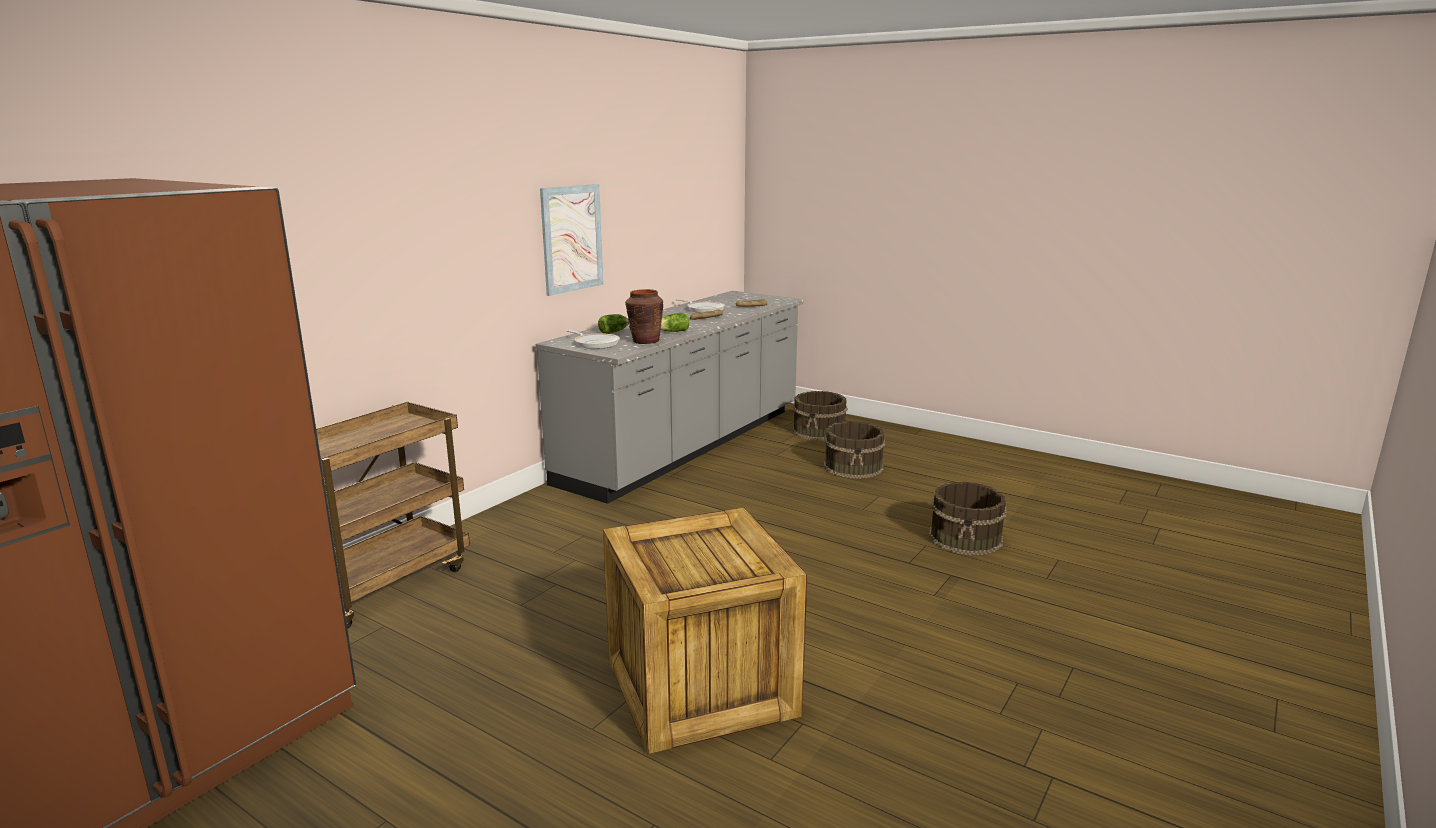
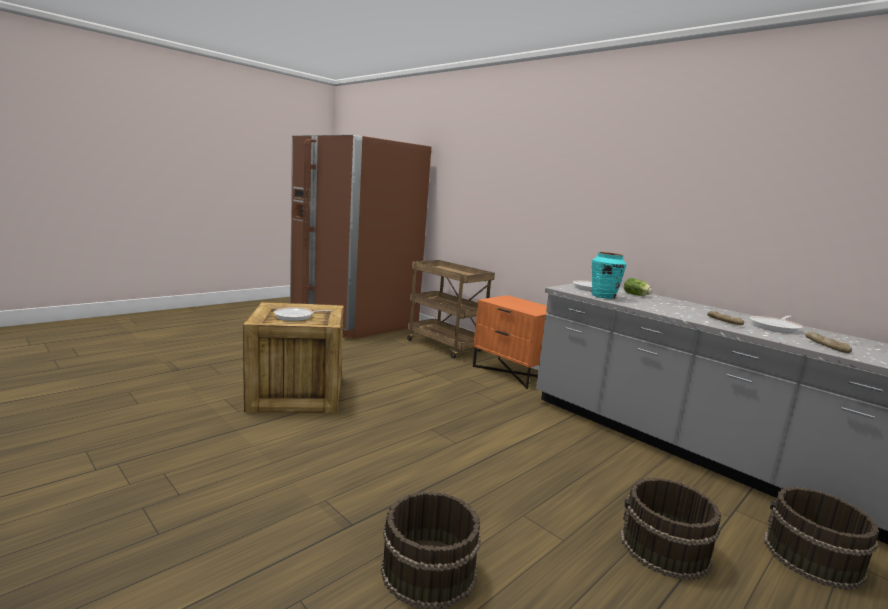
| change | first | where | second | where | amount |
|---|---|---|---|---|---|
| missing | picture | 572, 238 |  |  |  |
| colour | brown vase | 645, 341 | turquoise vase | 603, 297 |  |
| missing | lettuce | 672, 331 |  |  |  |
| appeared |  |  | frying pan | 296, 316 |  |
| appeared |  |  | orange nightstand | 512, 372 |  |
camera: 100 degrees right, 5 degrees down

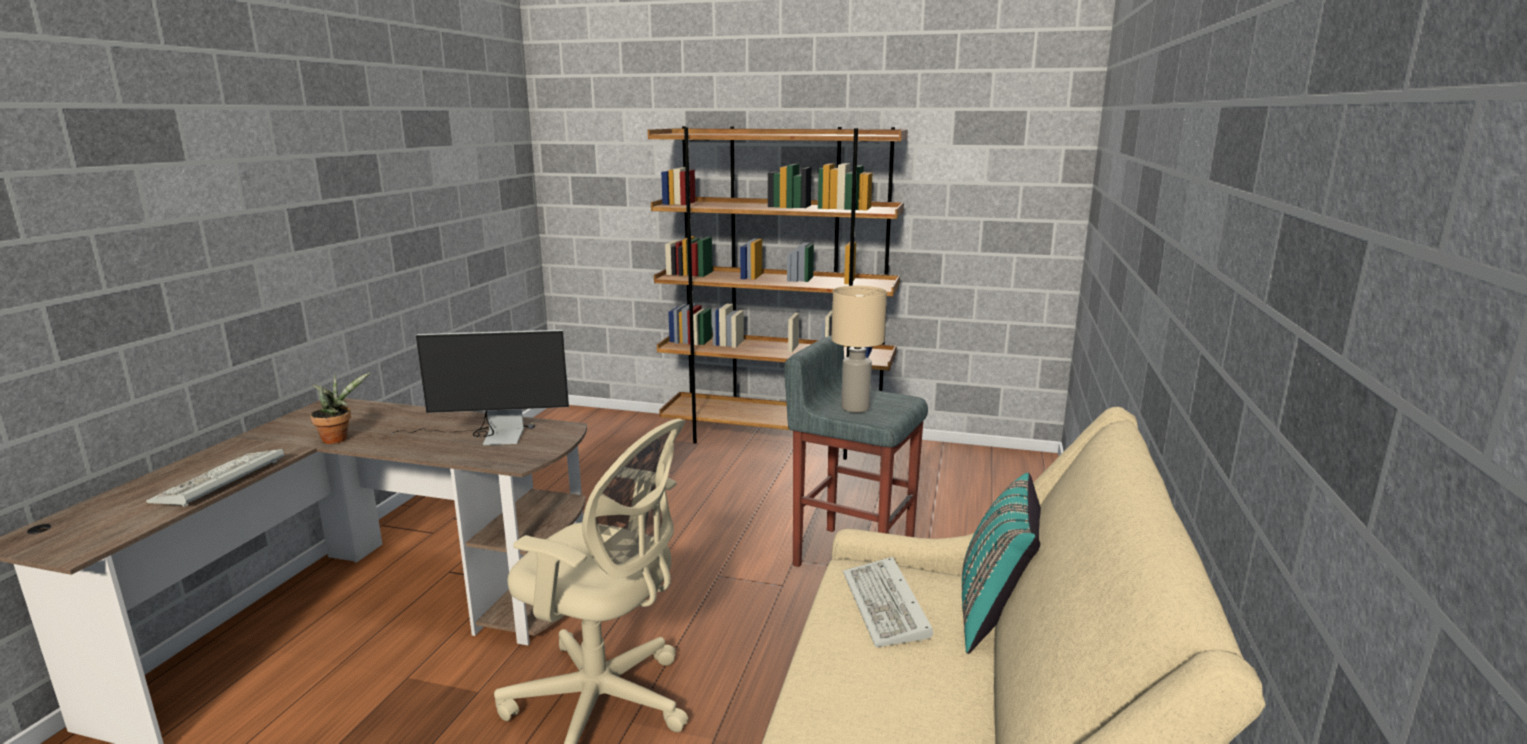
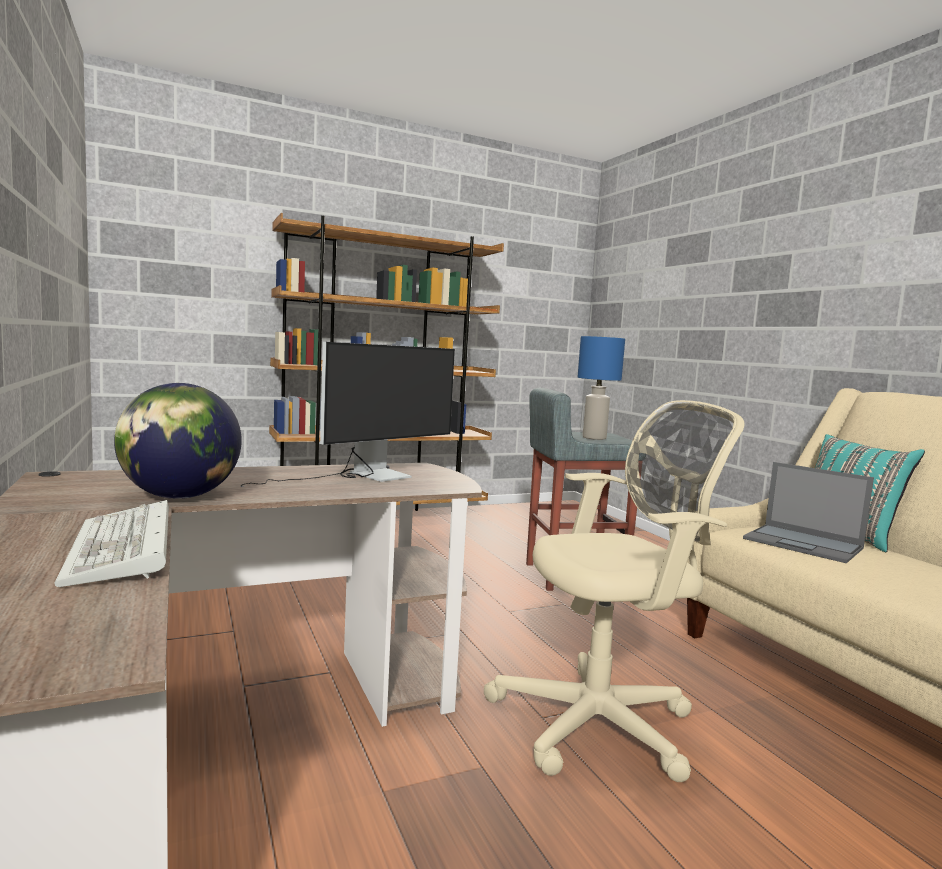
| change | first | where | second | where | amount |
|---|---|---|---|---|---|
| exchanged | potted plant | 338, 438 | globe | 179, 497 |  |
| colour | beige table lamp | 854, 408 | blue table lamp | 593, 438 |  |
| exchanged | keyboard | 887, 608 | laptop | 804, 544 |  |
camera: 40 degrees left, 10 degrees down

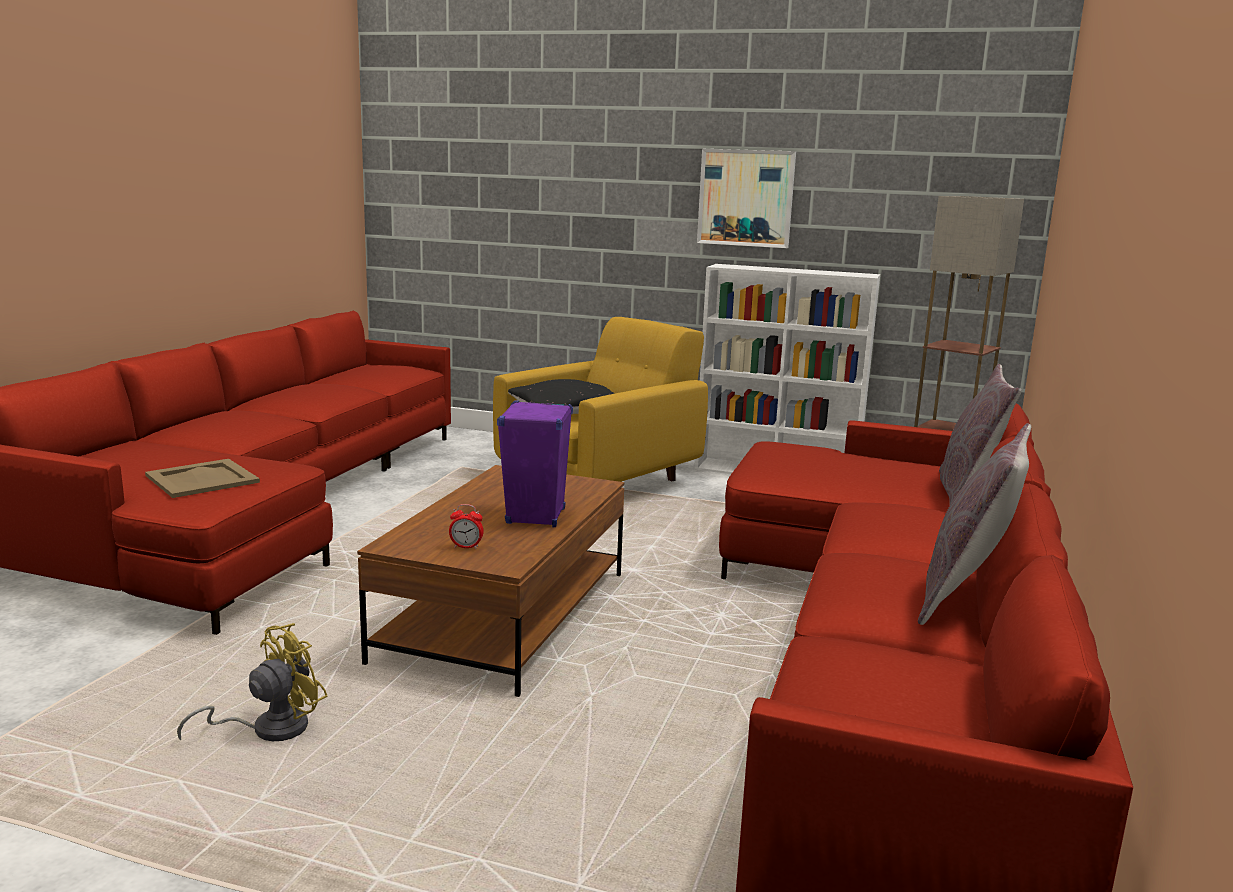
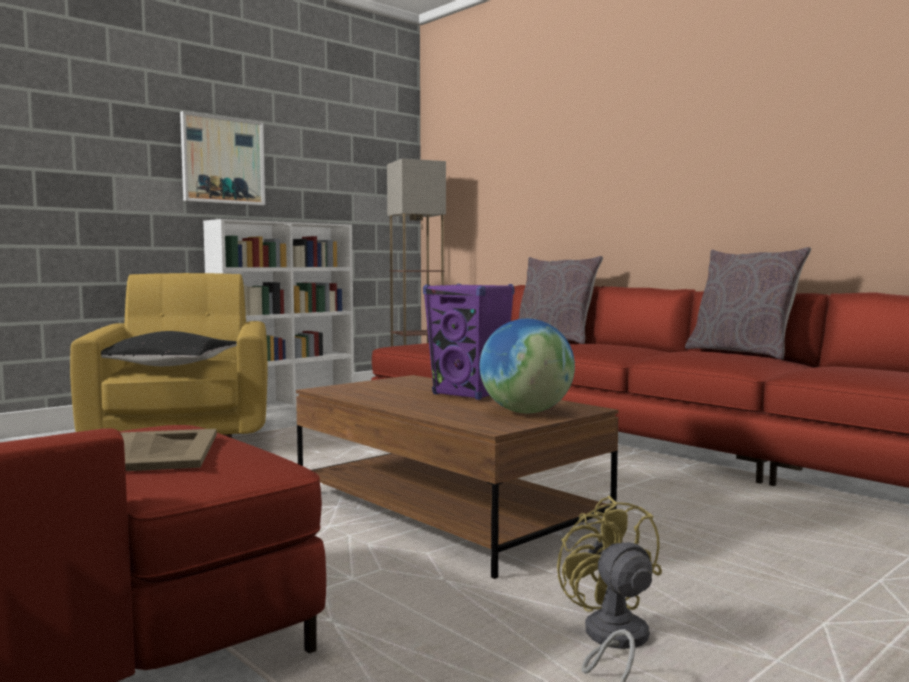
| change | first | where | second | where | amount |
|---|---|---|---|---|---|
| exchanged | alarm clock | 466, 547 | globe | 526, 412 |  |
camera: 60 degrees left, 10 degrees down

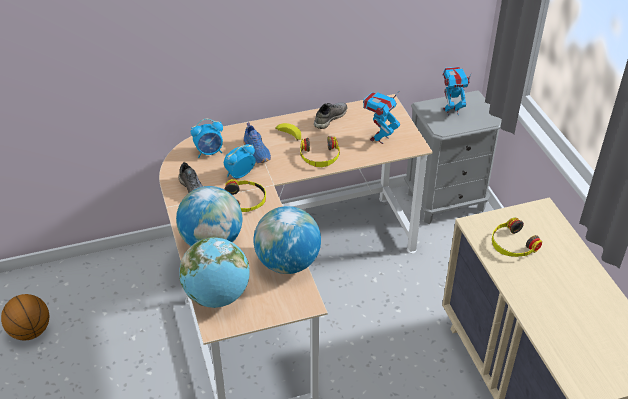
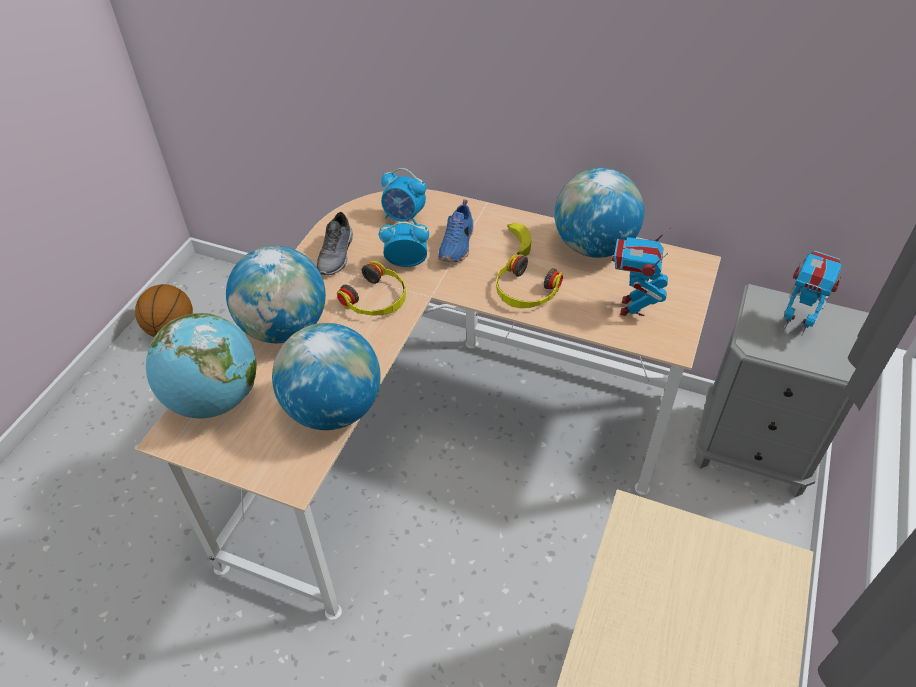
| change | first | where | second | where | amount |
|---|---|---|---|---|---|
| exchanged | grey shoe | 329, 118 | globe | 593, 247 |  |
| spun | toy robot | 379, 138 |  | 632, 307 | 60 degrees counterclockwise |
| missing | headphones | 512, 245 |  |  |  |
camera: 40 degrees right, 5 degrees up

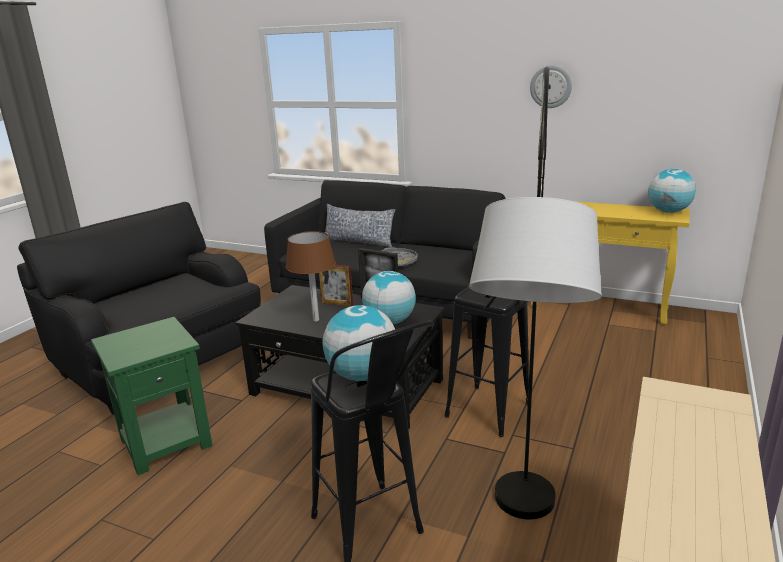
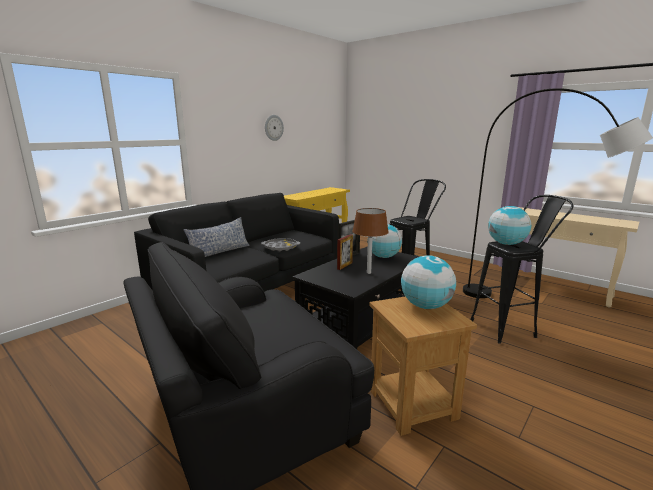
| change | first | where | second | where | amount |
|---|---|---|---|---|---|
| colour | green side table | 167, 441 | brown side table | 412, 403 |  |
| relocated | globe | 668, 211 |  | 425, 306 |  |
camera: 75 degrees left, 5 degrees down

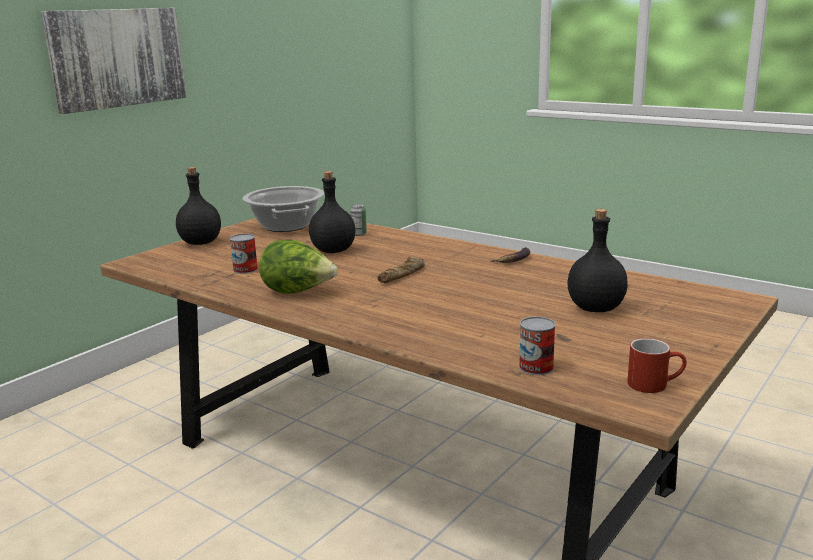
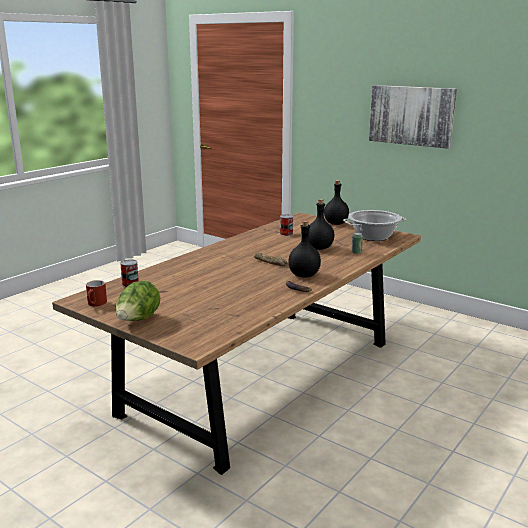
| change | first | where | second | where | amount |
|---|---|---|---|---|---|
| relocated | lettuce | 298, 292 |  | 138, 321 |  |
| relocated | black bottle | 594, 308 |  | 304, 275 |  |
camera: 90 degrees right, 0 degrees up

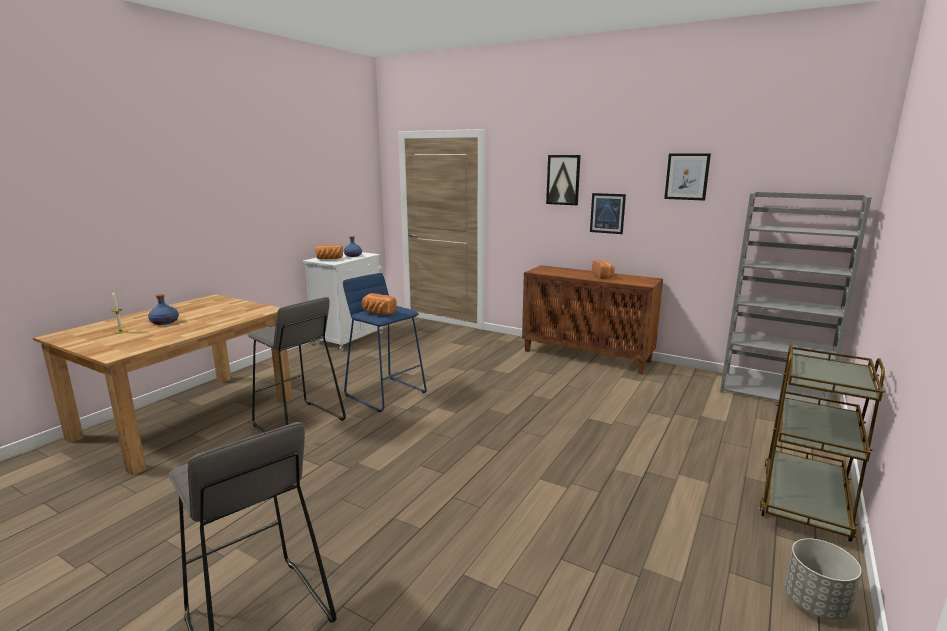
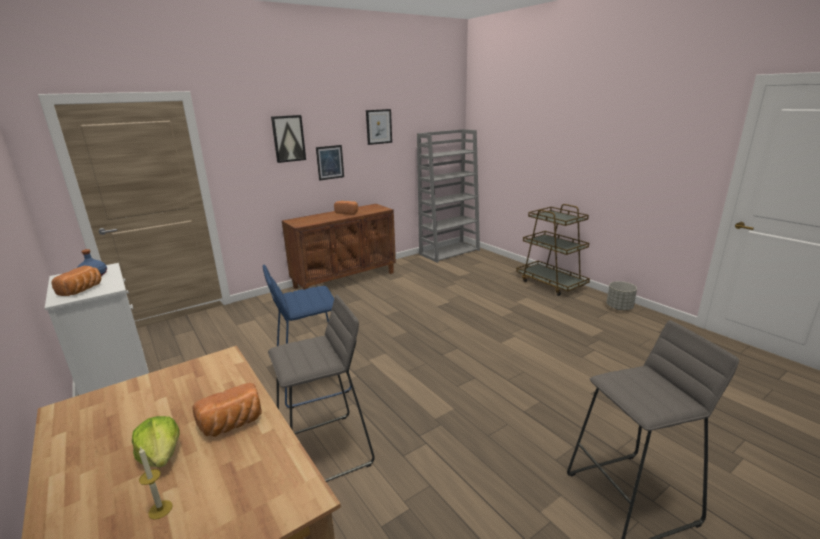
| change | first | where | second | where | amount |
|---|---|---|---|---|---|
| exchanged | blue bottle | 165, 322 | lettuce | 161, 455 |  |
| relocated | bread | 377, 313 |  | 232, 424 |  |
camera: 65 degrees left, 5 degrees up

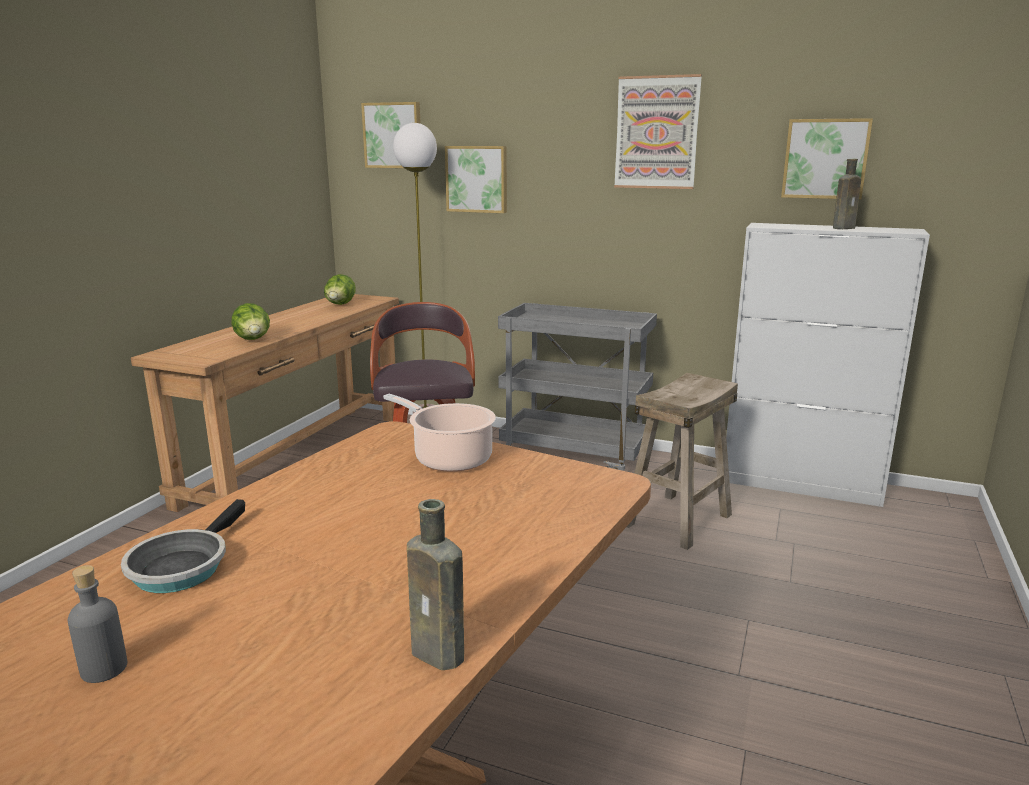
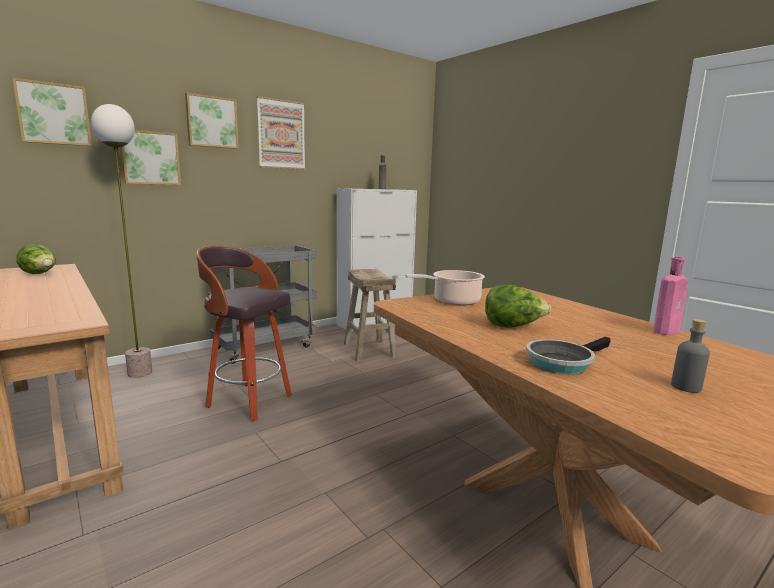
| change | first | where | second | where | amount |
|---|---|---|---|---|---|
| spun | frying pan | 182, 566 |  | 562, 362 | 105 degrees clockwise |
| relocated | lettuce | 253, 340 |  | 513, 326 |  |
| colour | brown bottle | 441, 655 | pink bottle | 667, 331 |  |
| relocated | picture | 825, 159 |  | 211, 122 |  |
camera: 60 degrees left, 5 degrees down

